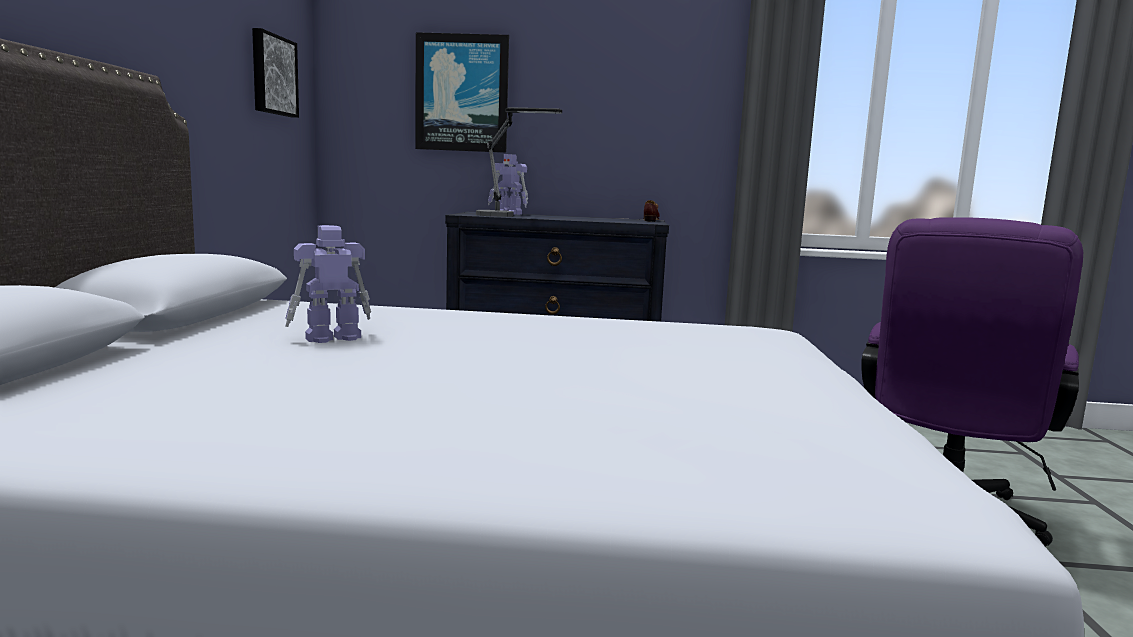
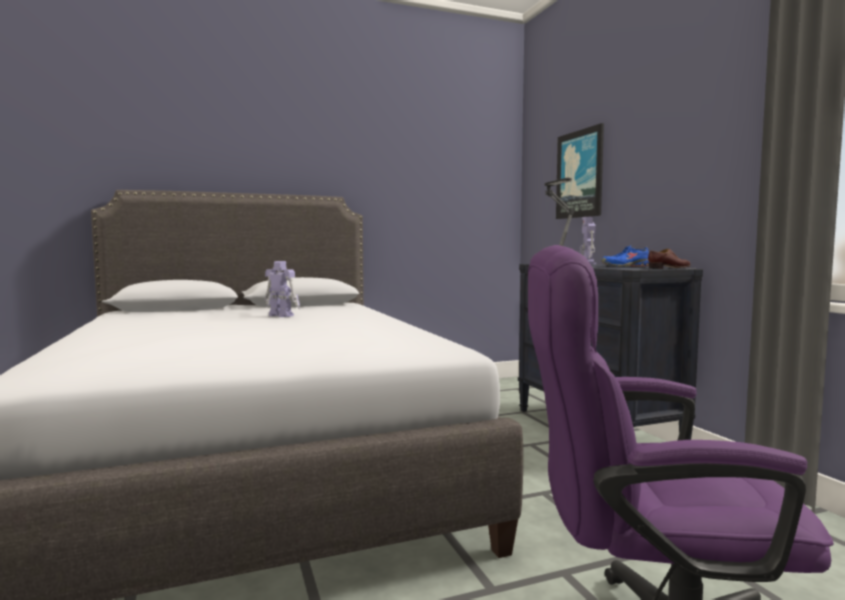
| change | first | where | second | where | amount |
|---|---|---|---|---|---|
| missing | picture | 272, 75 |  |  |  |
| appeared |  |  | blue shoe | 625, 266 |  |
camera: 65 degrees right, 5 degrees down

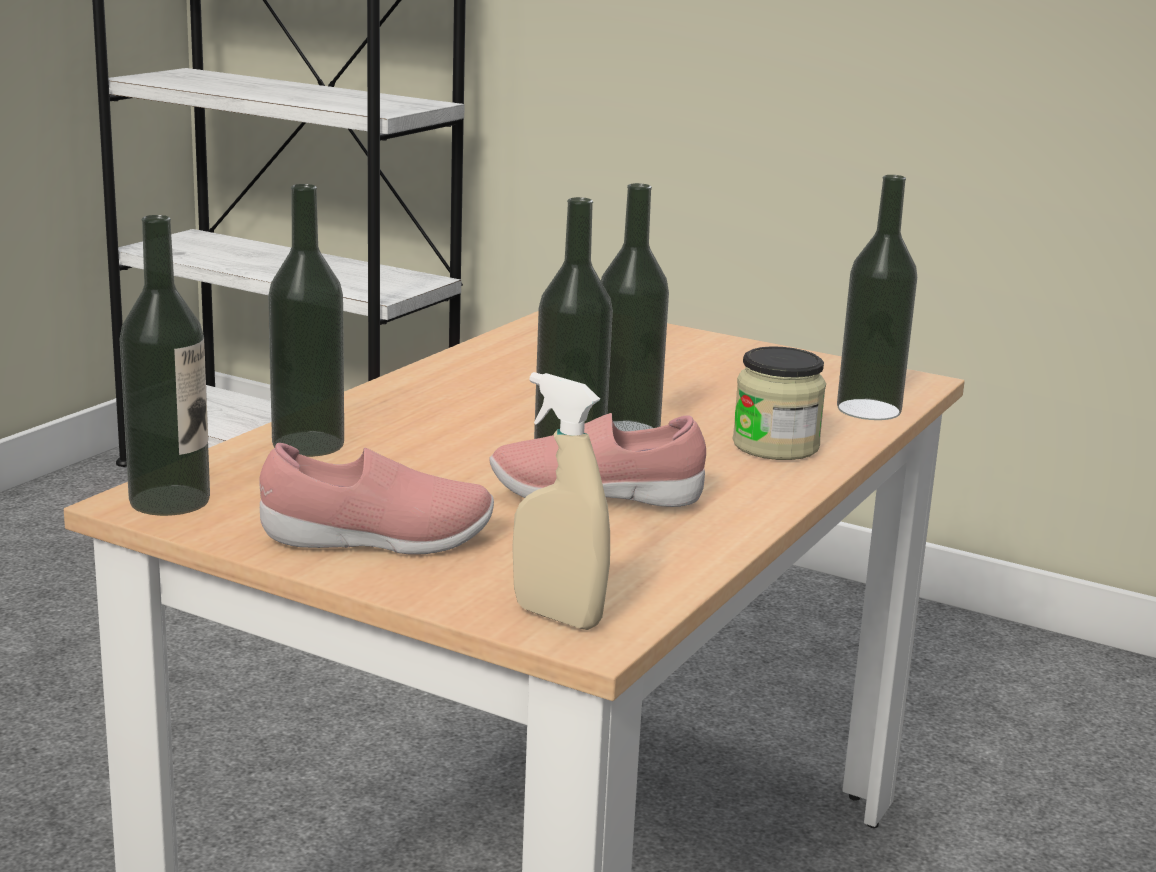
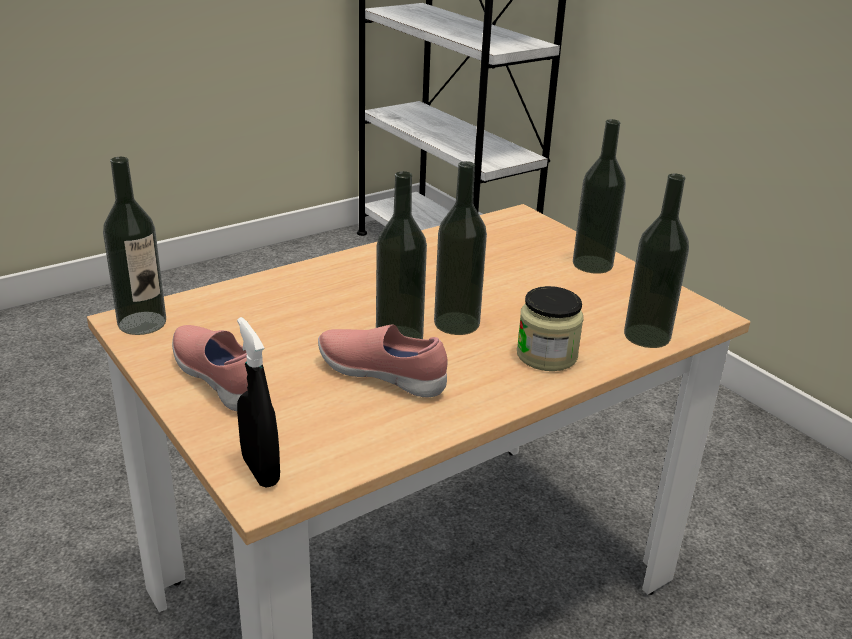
| change | first | where | second | where | amount |
|---|---|---|---|---|---|
| spun | pink shoe | 377, 541 |  | 220, 380 | 150 degrees counterclockwise |
| relocated | bottle | 308, 444 |  | 592, 264 |  |
| colour | beige spray bottle | 557, 616 | black spray bottle | 260, 470 |  |
camera: 25 degrees right, 10 degrees up

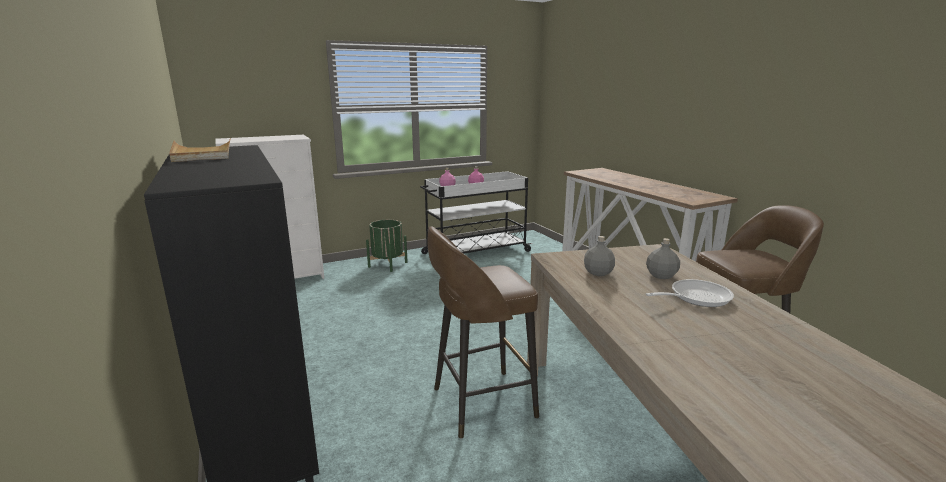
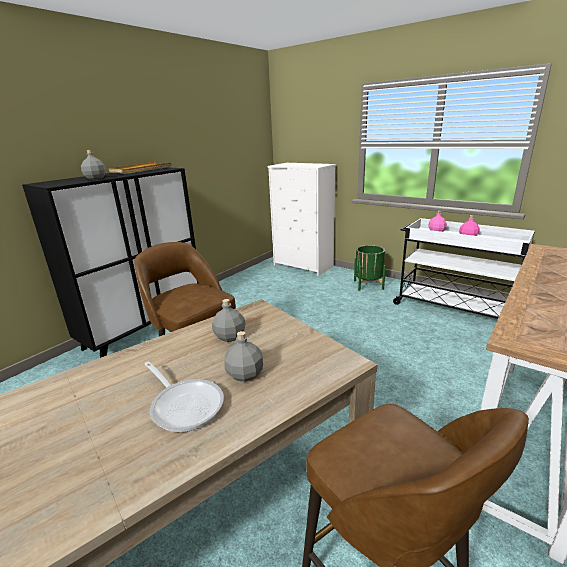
| change | first | where | second | where | amount |
|---|---|---|---|---|---|
| appeared |  |  | grey bottle | 96, 178 |  |
camera: 65 degrees right, 5 degrees up

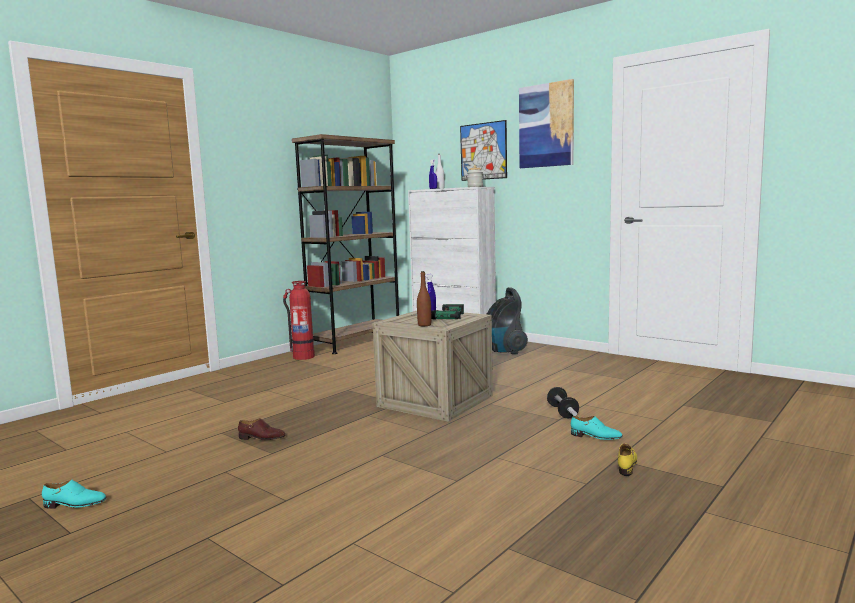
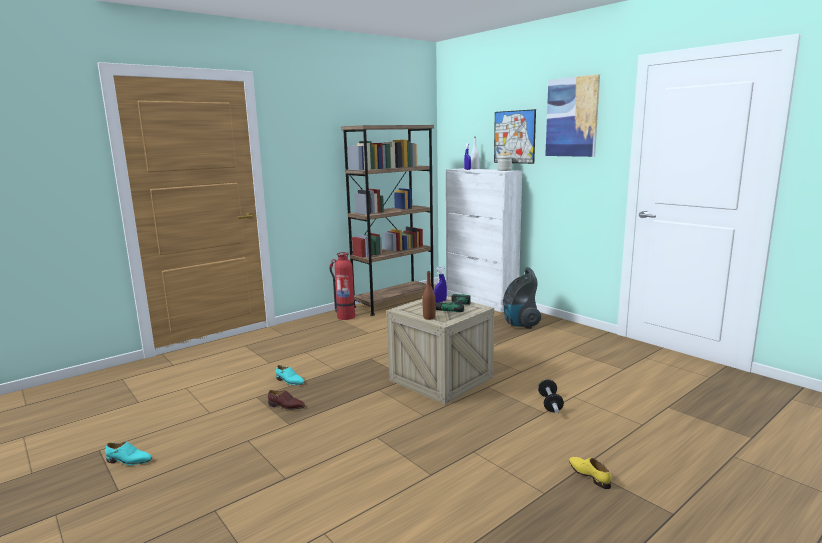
| change | first | where | second | where | amount |
|---|---|---|---|---|---|
| relocated | turquoise shoe | 596, 436 |  | 290, 381 |  |
| spun | yellow shoe | 627, 464 |  | 589, 475 | 60 degrees counterclockwise |
camera: 10 degrees right, 5 degrees up

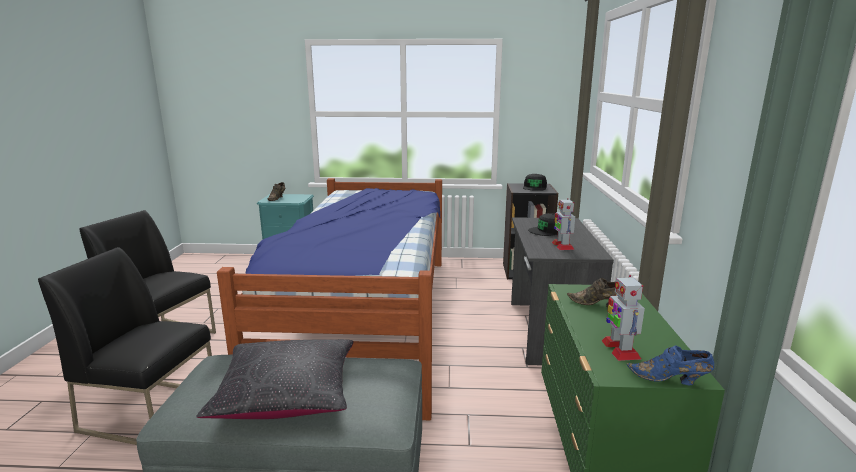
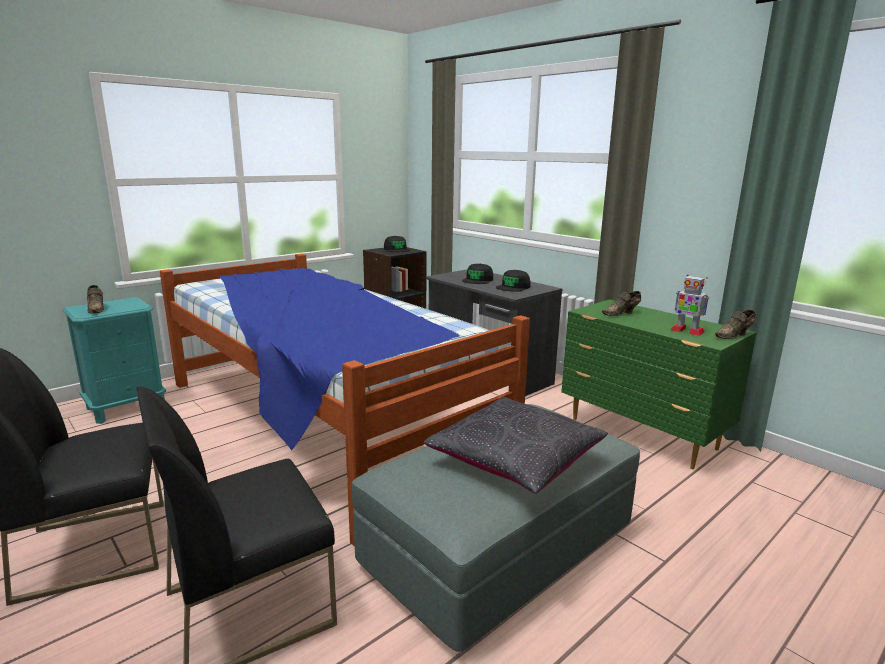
| change | first | where | second | where | amount |
|---|---|---|---|---|---|
| exchanged | toy robot | 562, 246 | black cap | 513, 287 |  |
| colour | blue shoe | 670, 380 | brown shoe | 734, 336 |  |
camera: 45 degrees left, 0 degrees up

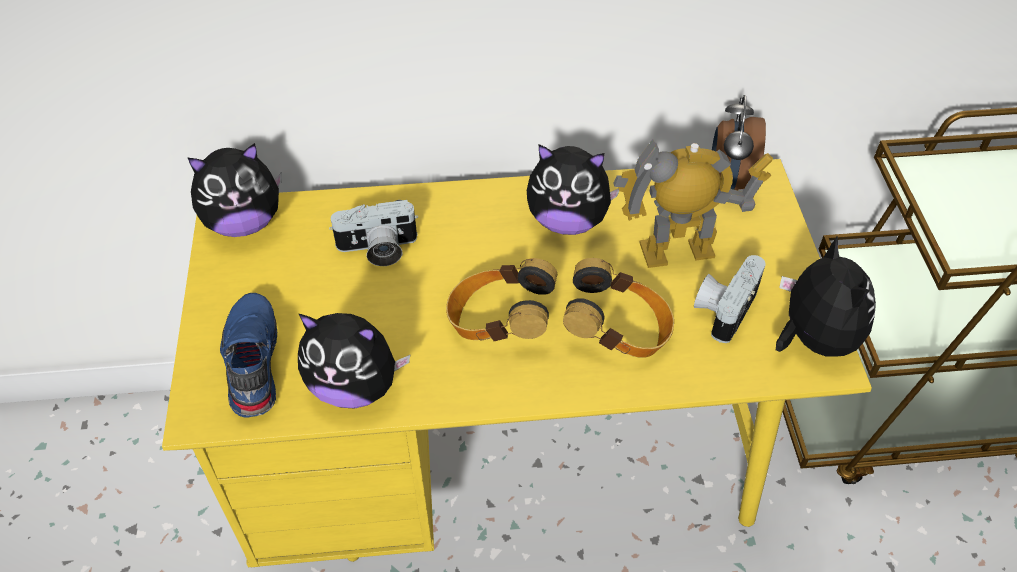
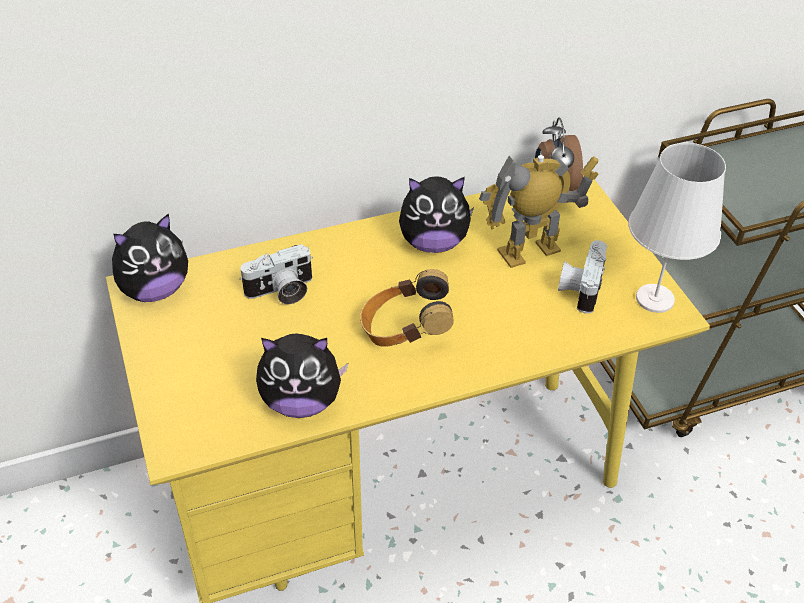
| change | first | where | second | where | amount |
|---|---|---|---|---|---|
| missing | blue shoe | 250, 361 |  |  |  |
| missing | headphones | 618, 332 |  |  |  |
| exchanged | plush toy | 812, 339 | white table lamp | 655, 298 |  |
camera: 15 degrees left, 5 degrees down

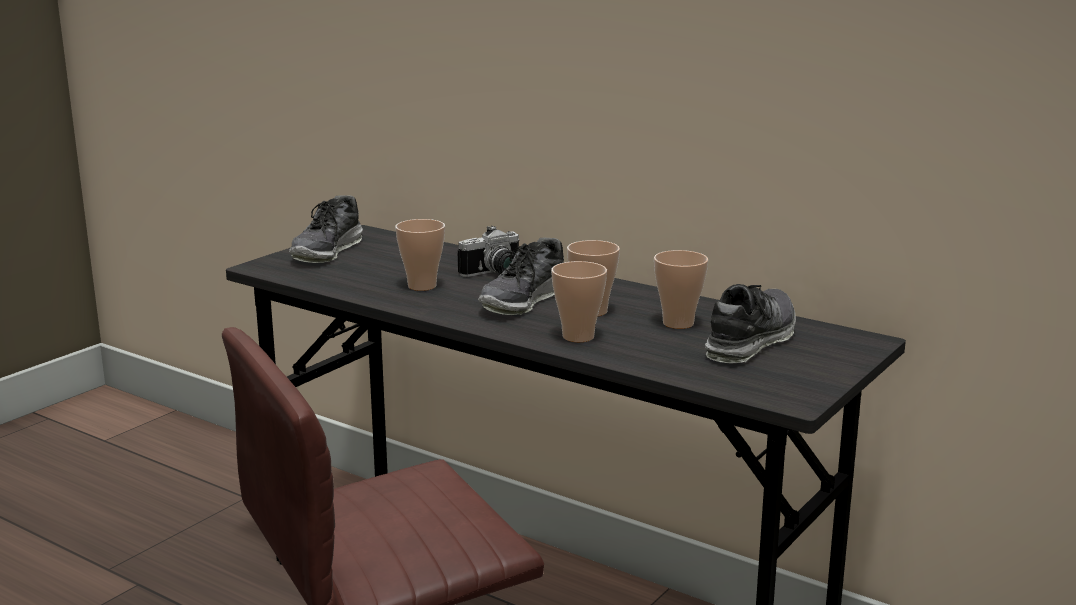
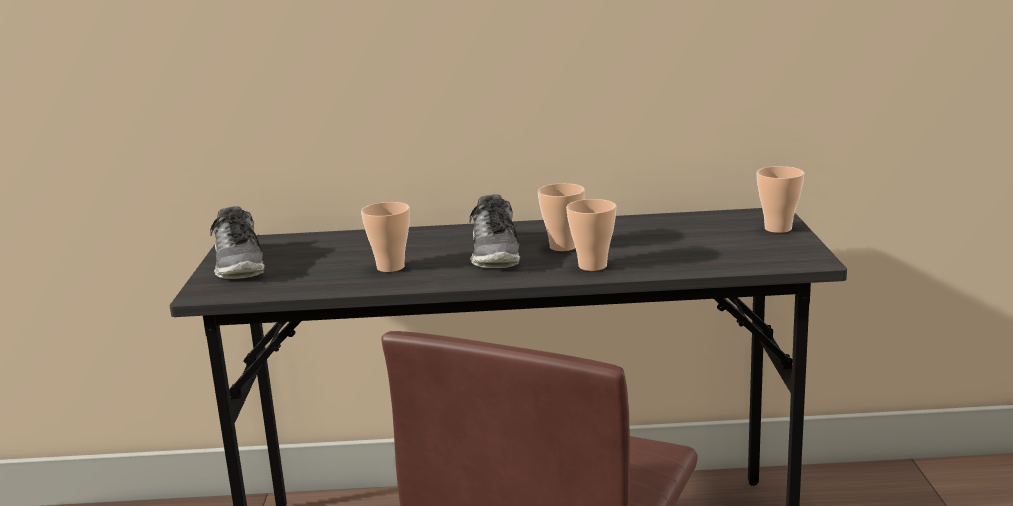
| change | first | where | second | where | amount |
|---|---|---|---|---|---|
| missing | photo camera | 495, 274 |  |  |  |
| relocated | cup | 678, 323 |  | 778, 228 |  |
| missing | shoe | 750, 341 |  |  |  |
camera: 35 degrees left, 0 degrees up

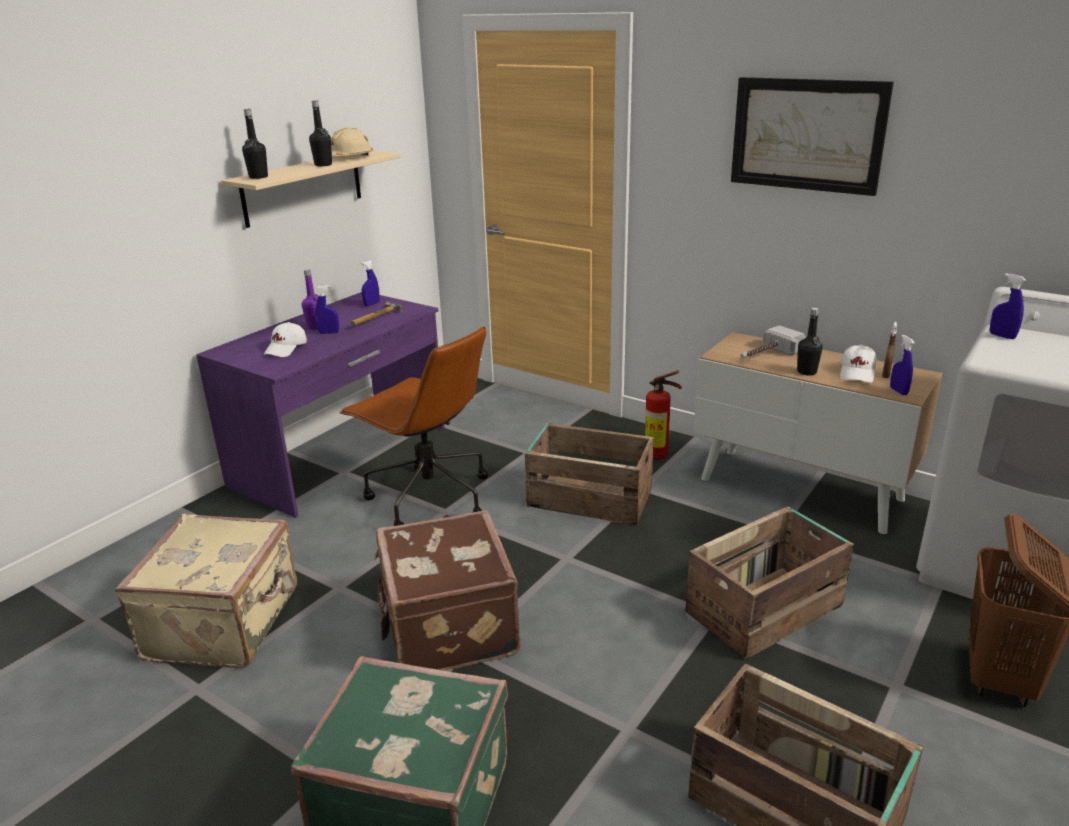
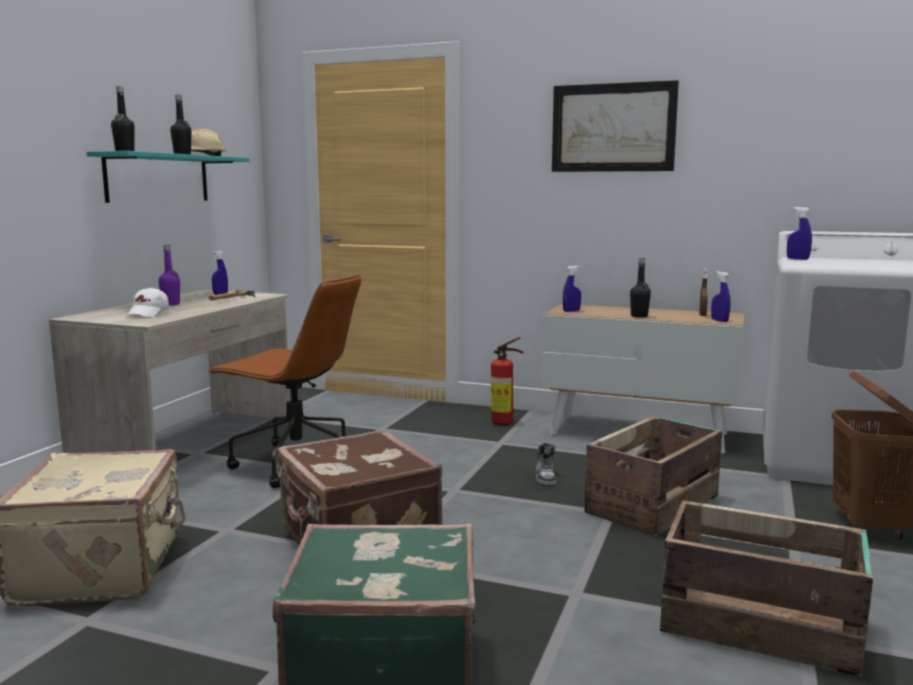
| change | first | where | second | where | amount |
|---|---|---|---|---|---|
| colour | purple desk | 342, 456 | beige desk | 191, 443 |  |
| colour | beige shelf | 303, 188 | turquoise shelf | 158, 178 |  |
| relocated | blue spray bottle | 329, 333 |  | 571, 311 |  |
| missing | crate | 588, 498 |  |  |  |
| missing | hammer | 766, 355 |  |  |  |
| missing | white cap | 857, 373 |  |  |  |
| appeared |  |  | shoe | 545, 476 |  |
camera: 15 degrees left, 15 degrees down

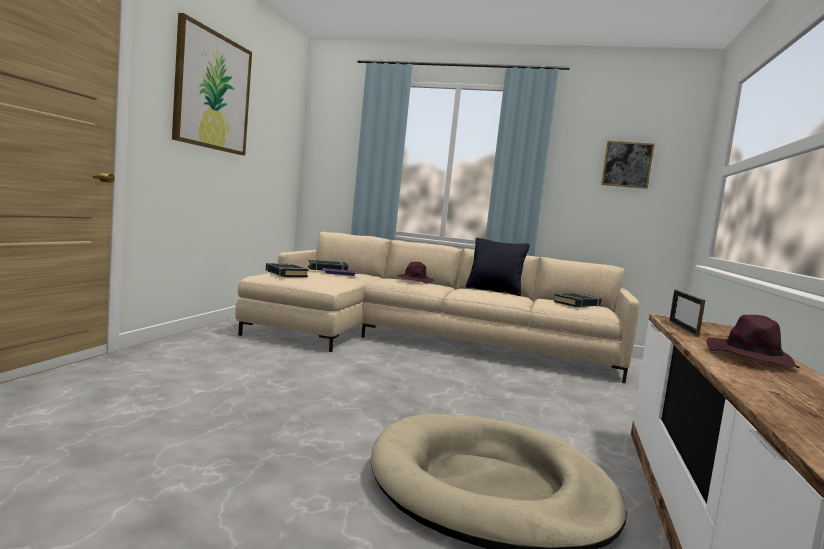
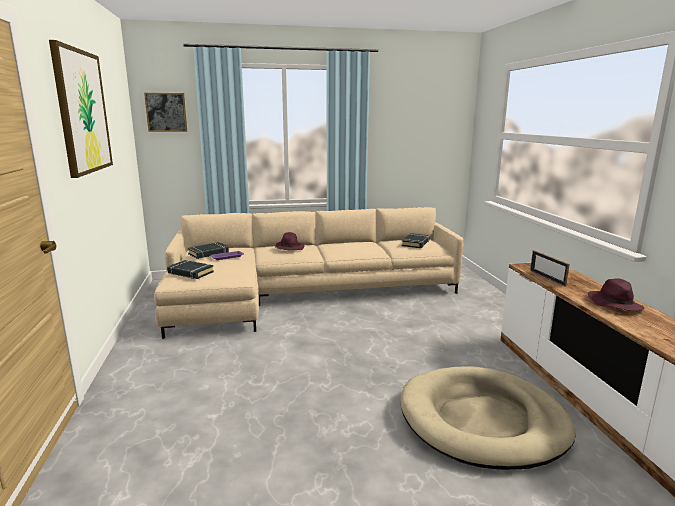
| change | first | where | second | where | amount |
|---|---|---|---|---|---|
| missing | black pillow | 494, 291 |  |  |  |
| relocated | picture | 627, 164 |  | 166, 112 |  |
camera: 25 degrees left, 10 degrees up

